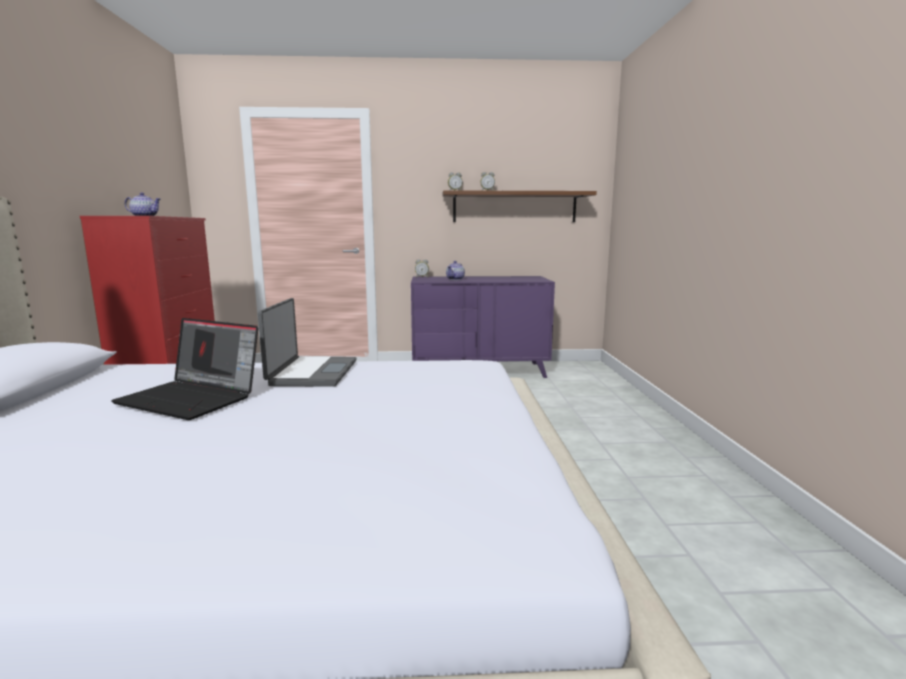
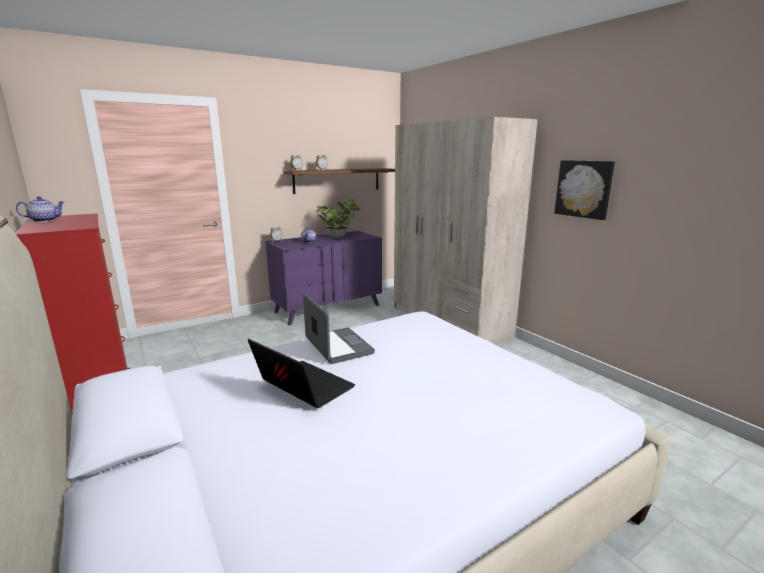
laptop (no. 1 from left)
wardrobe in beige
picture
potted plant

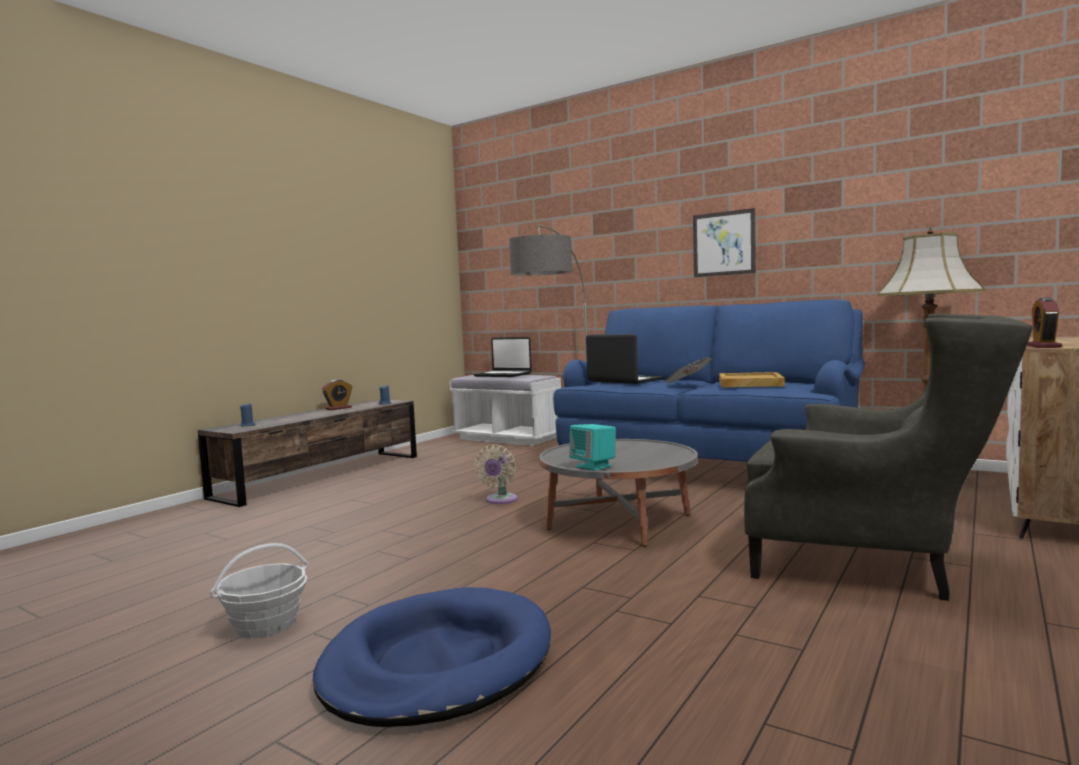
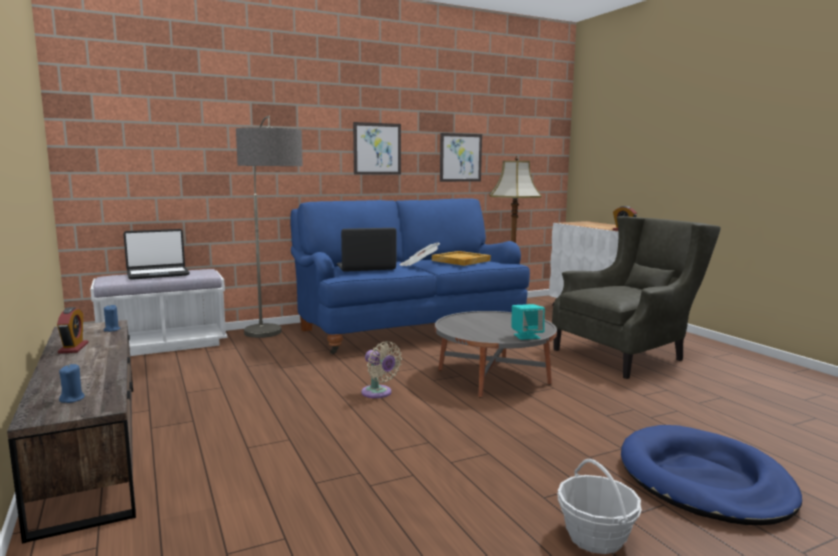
picture (no. 2 from left)

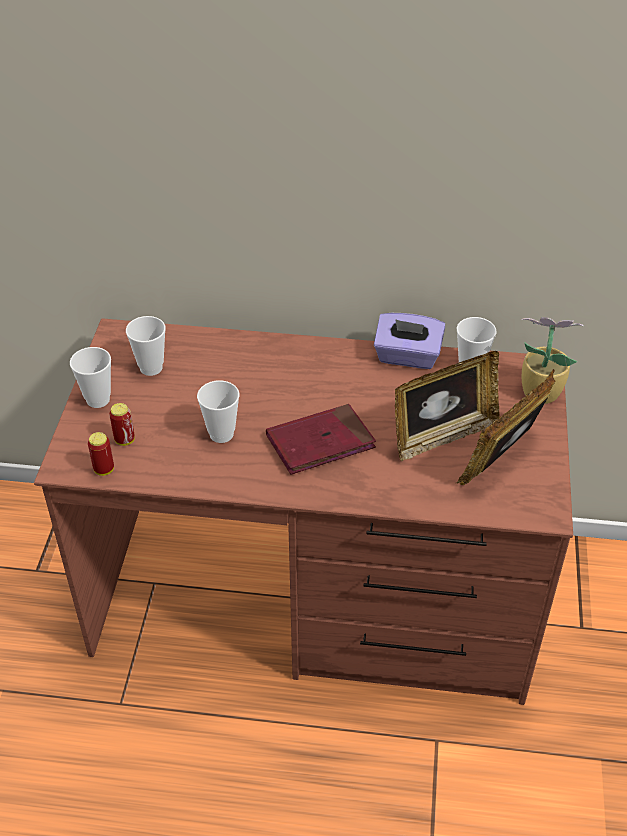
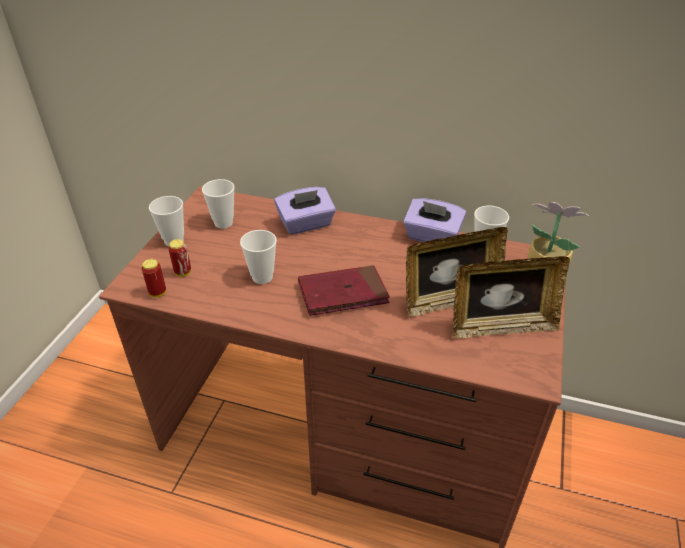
picture frame (no. 2 from left)
tissue box in purple (no. 1 from left)

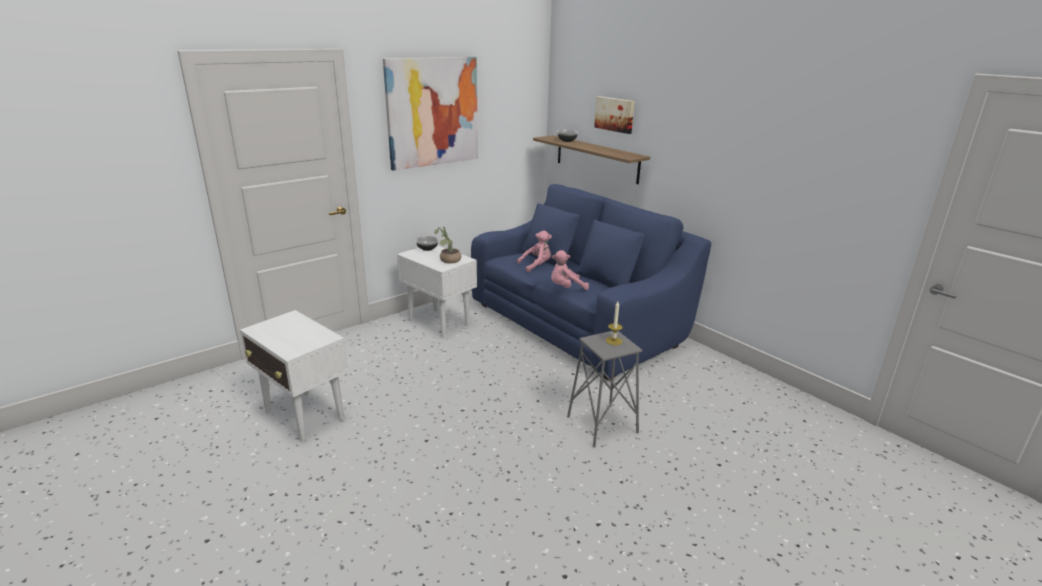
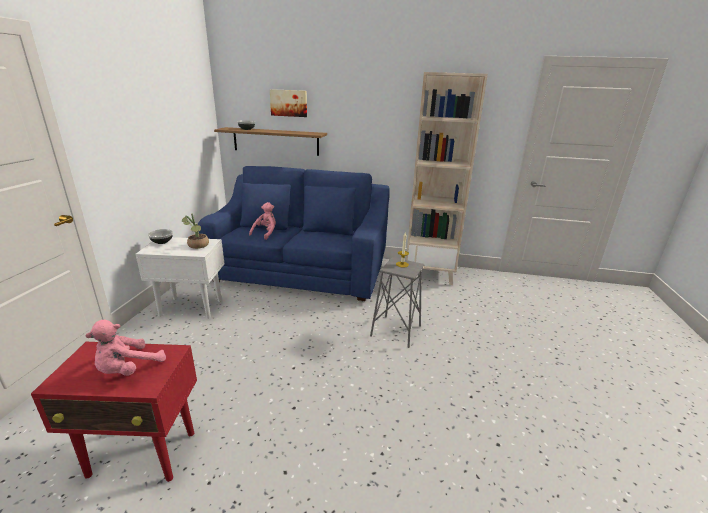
picture (no. 1 from left in the first image)
plush toy in pink (no. 1 from left)
side table in red
bookcase in beige

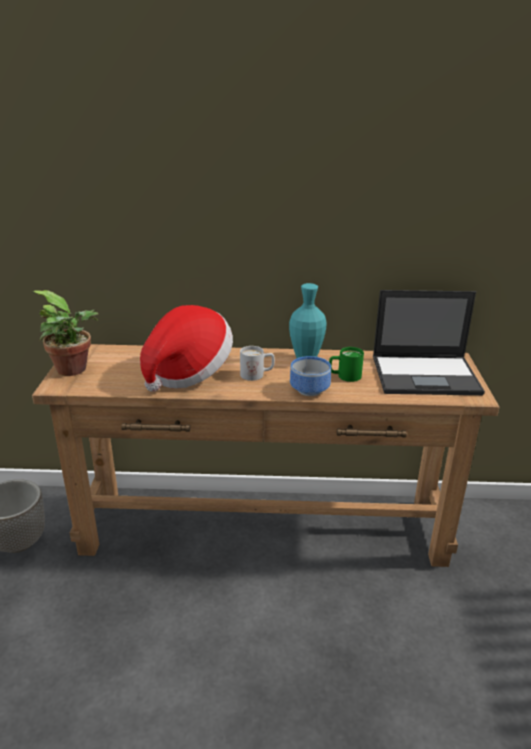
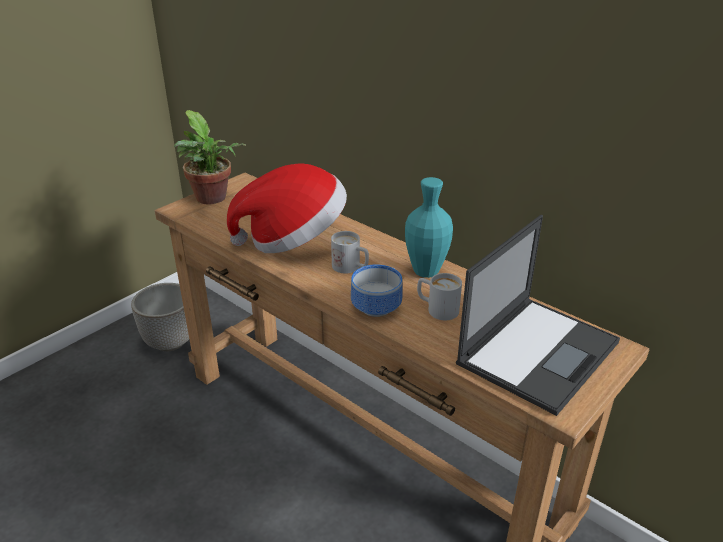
laptop
mug in white (no. 2 from left)

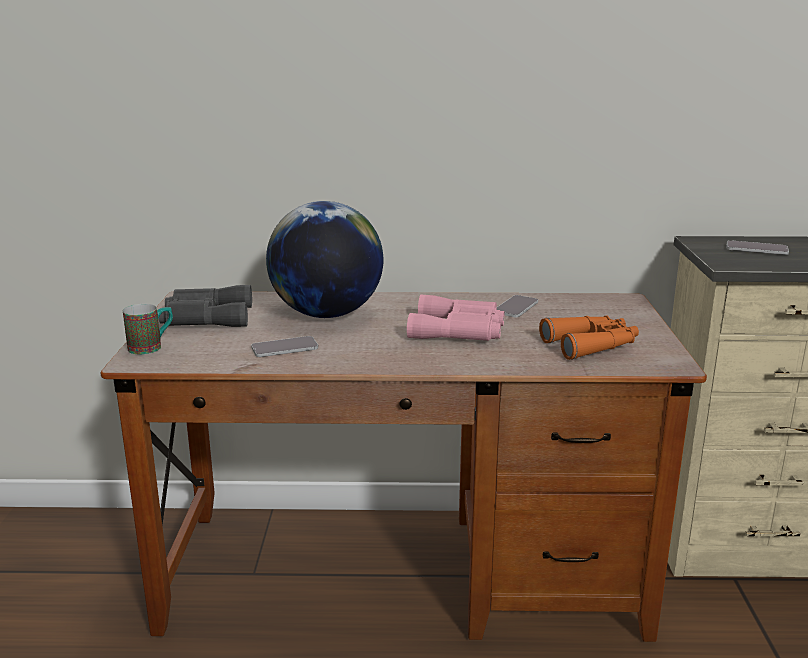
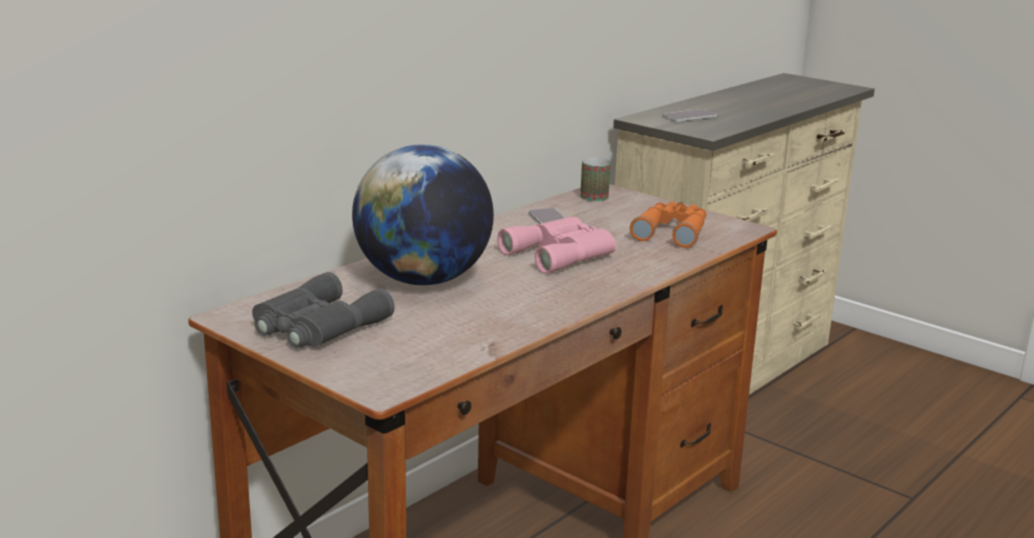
mug
phone (no. 1 from left in the first image)

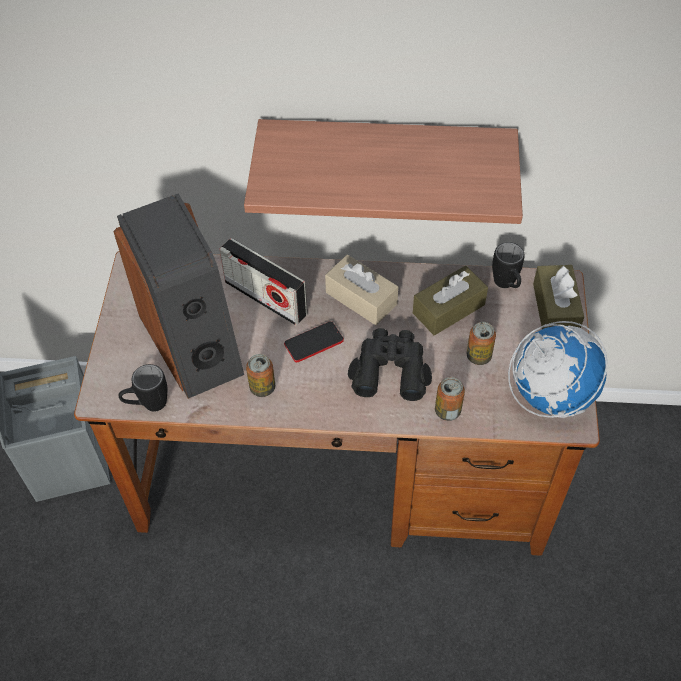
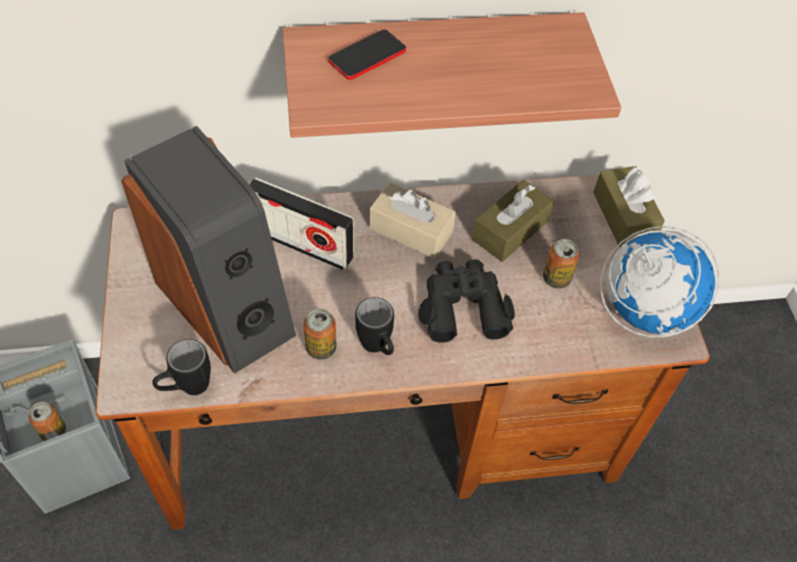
mug in black (no. 2 from left)
phone
can (no. 1 from left)

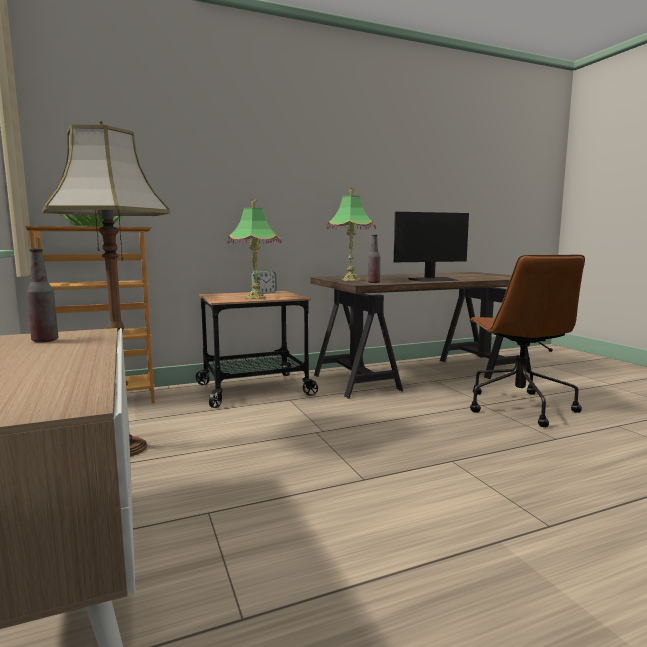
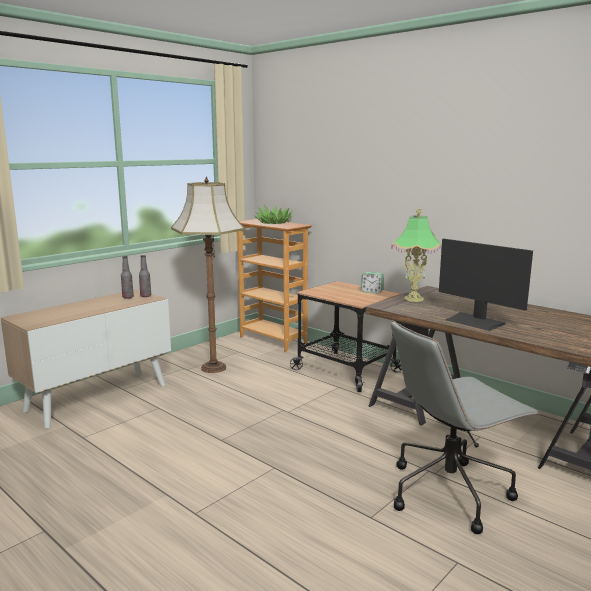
table lamp (no. 1 from left in the first image)
bottle (no. 2 from left)
office chair in grey

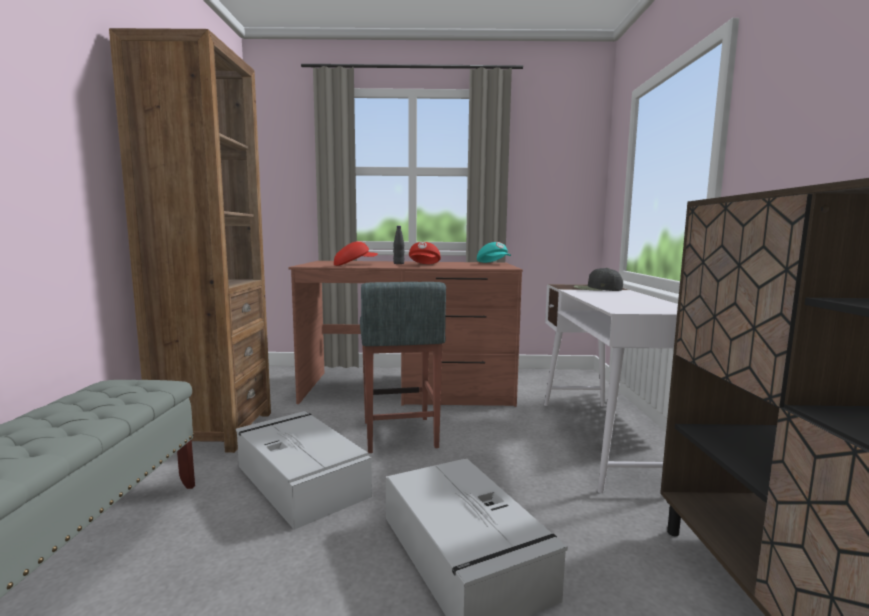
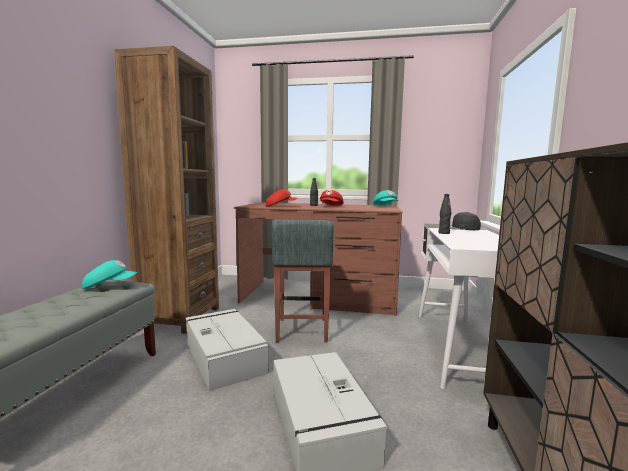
bottle in black (no. 2 from left)
cap in turquoise (no. 1 from left)

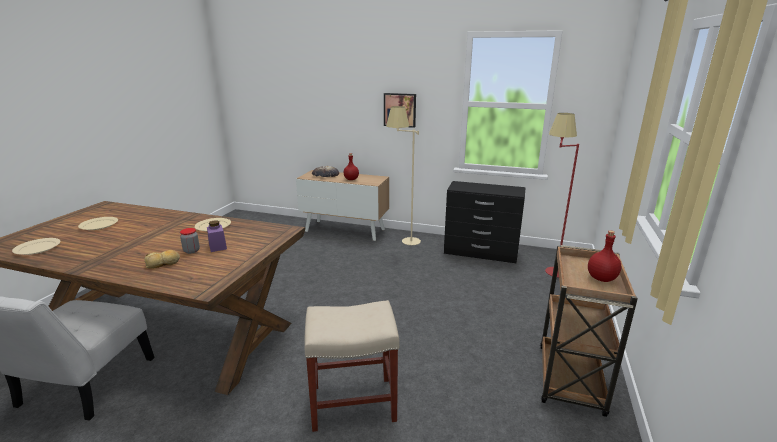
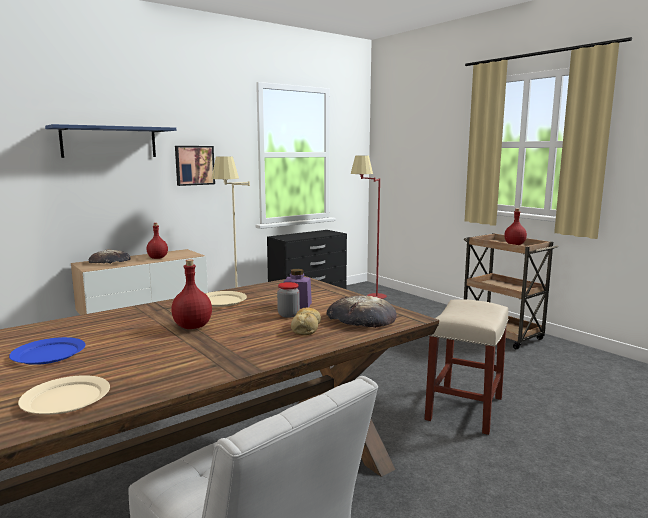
plate in blue
shelf in blue
bottle in red (no. 2 from left)
bread (no. 3 from left)

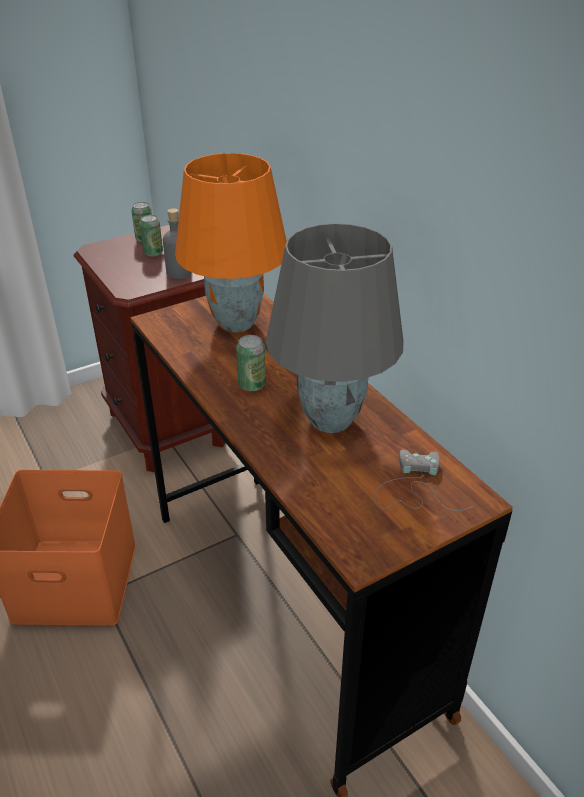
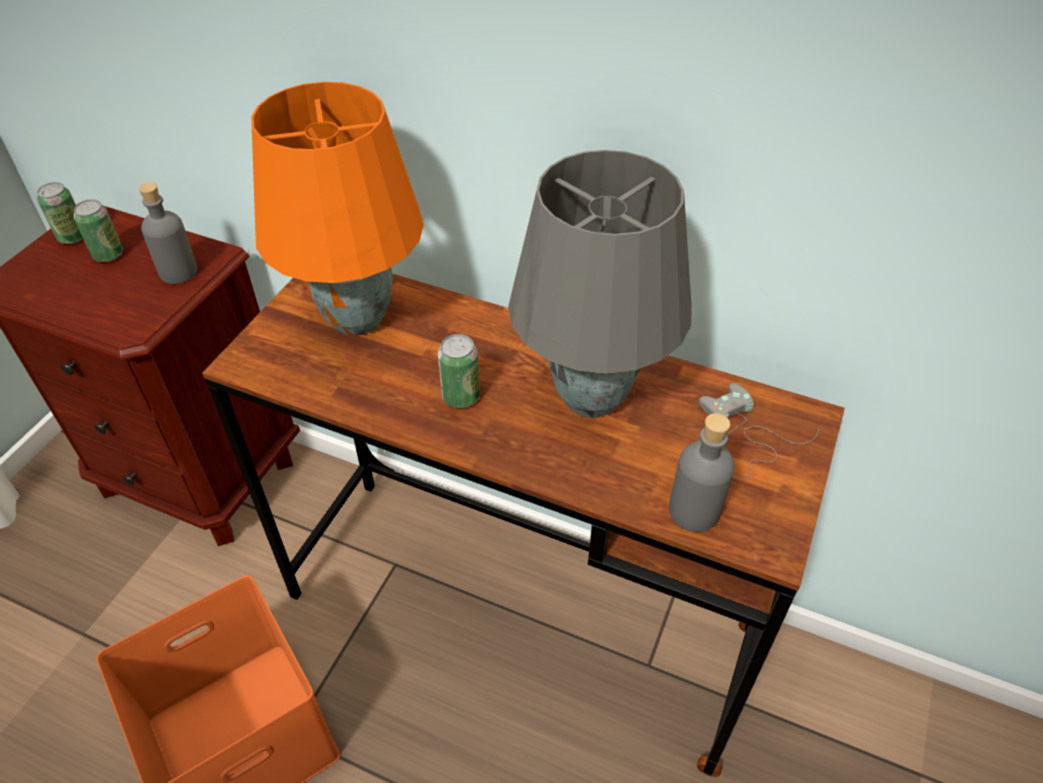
bottle in grey (no. 2 from left)

